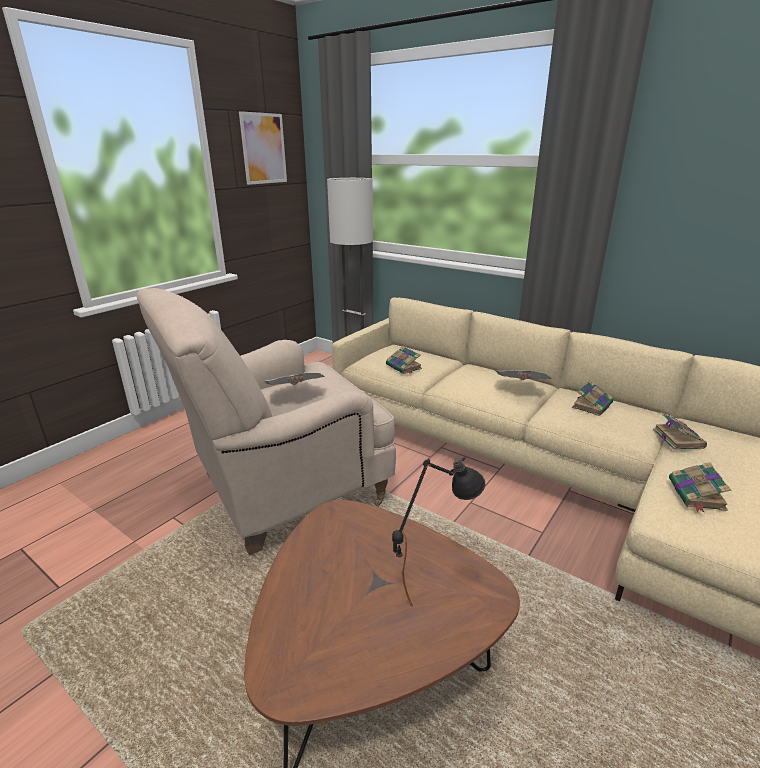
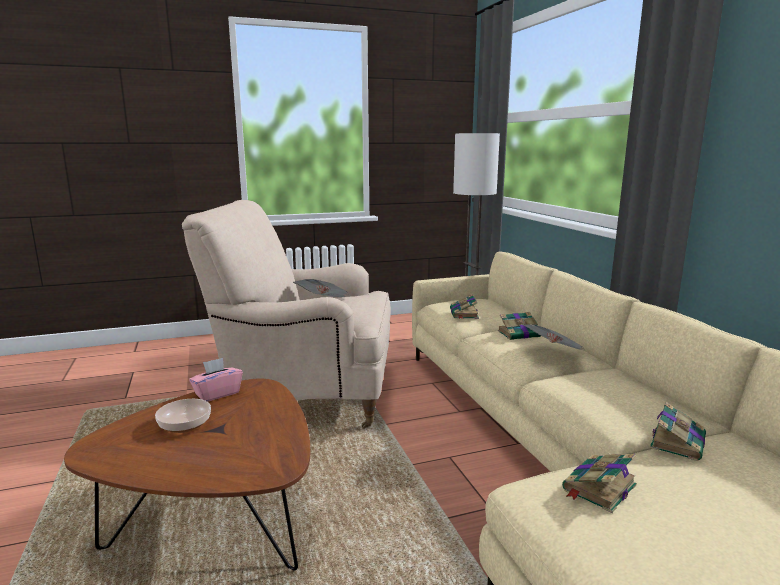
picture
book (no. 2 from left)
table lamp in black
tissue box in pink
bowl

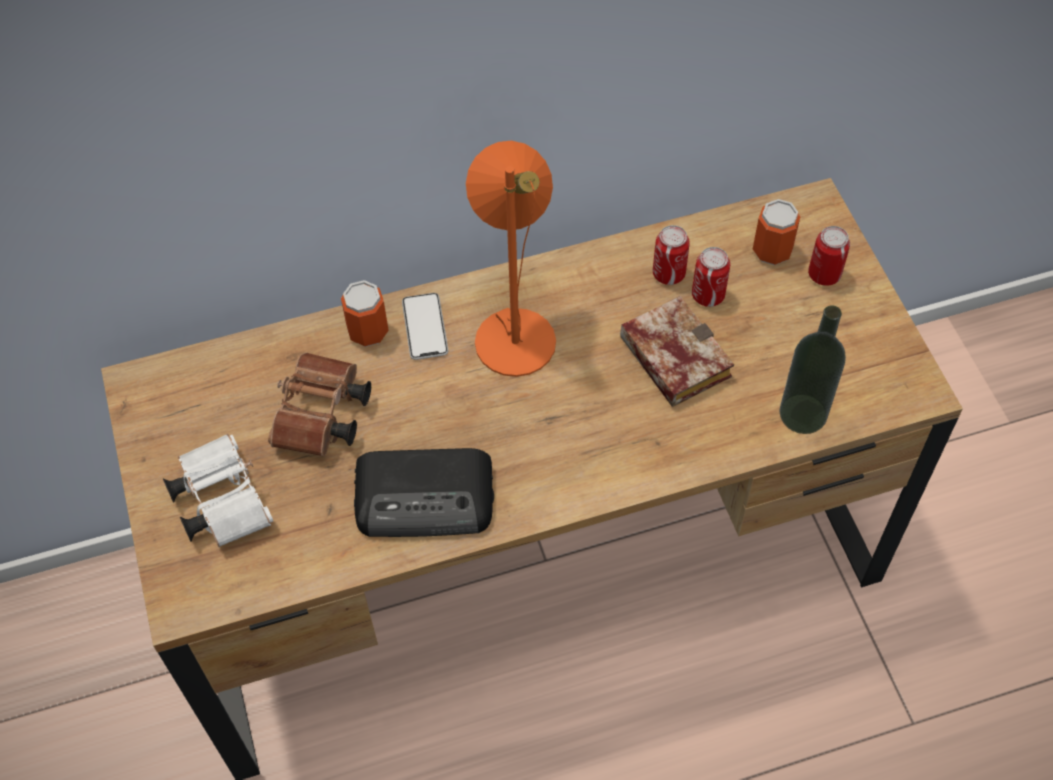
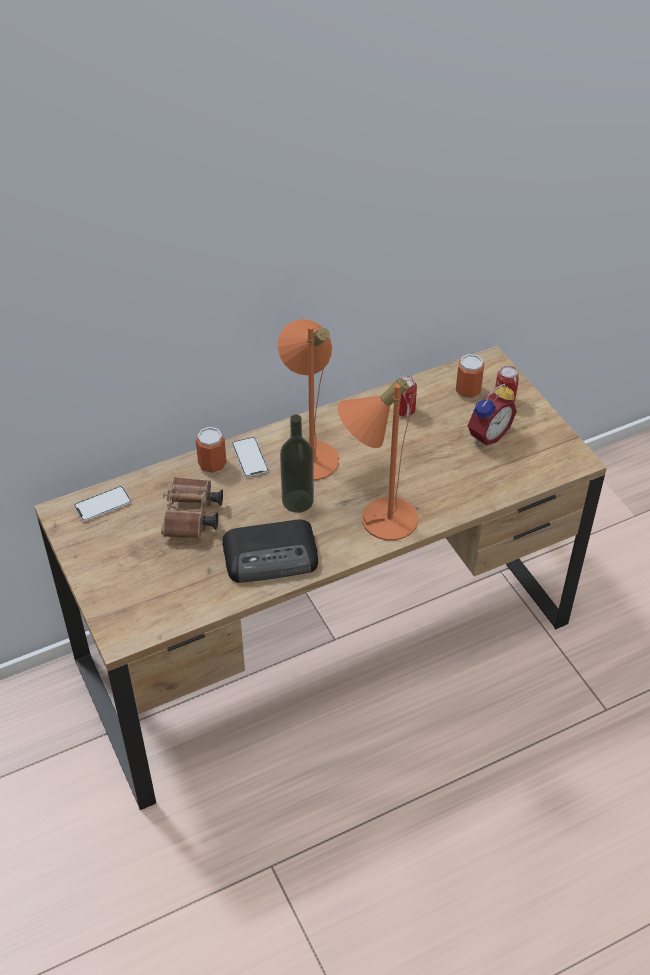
can (no. 3 from left in the first image)
book
bottle
binoculars in white
table lamp in orange (no. 2 from left)
alarm clock
phone (no. 1 from left)

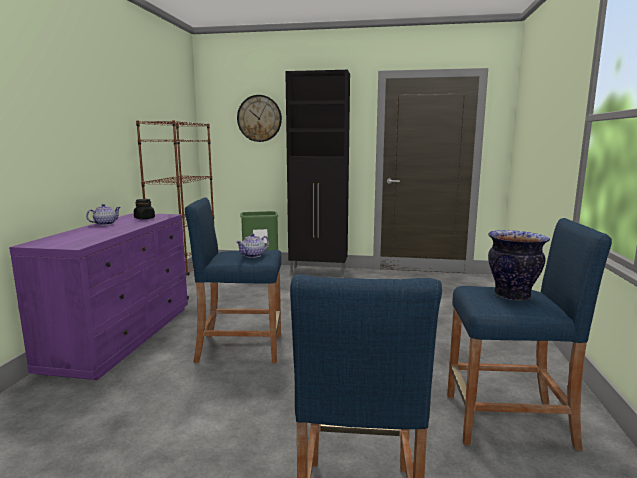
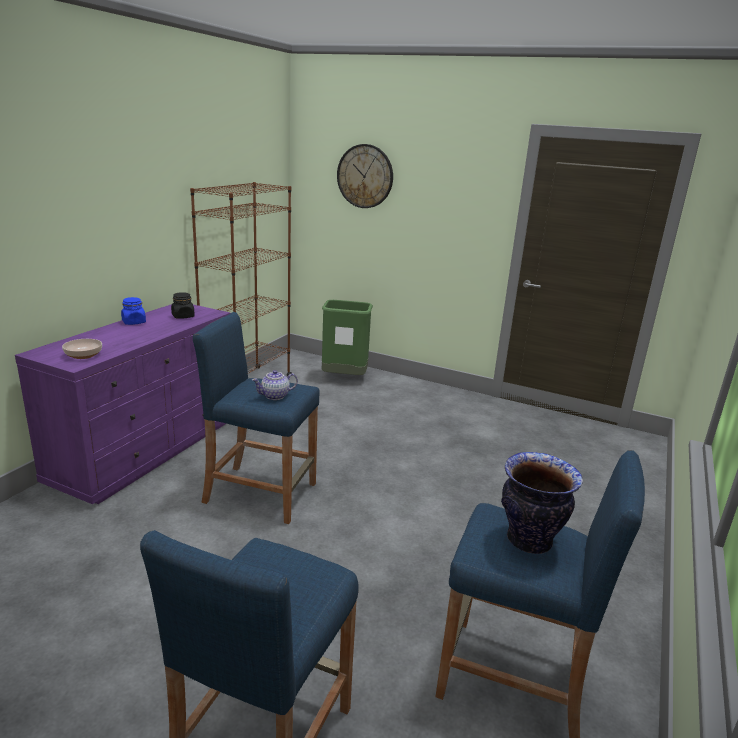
cabinet in black
jar in blue
bowl

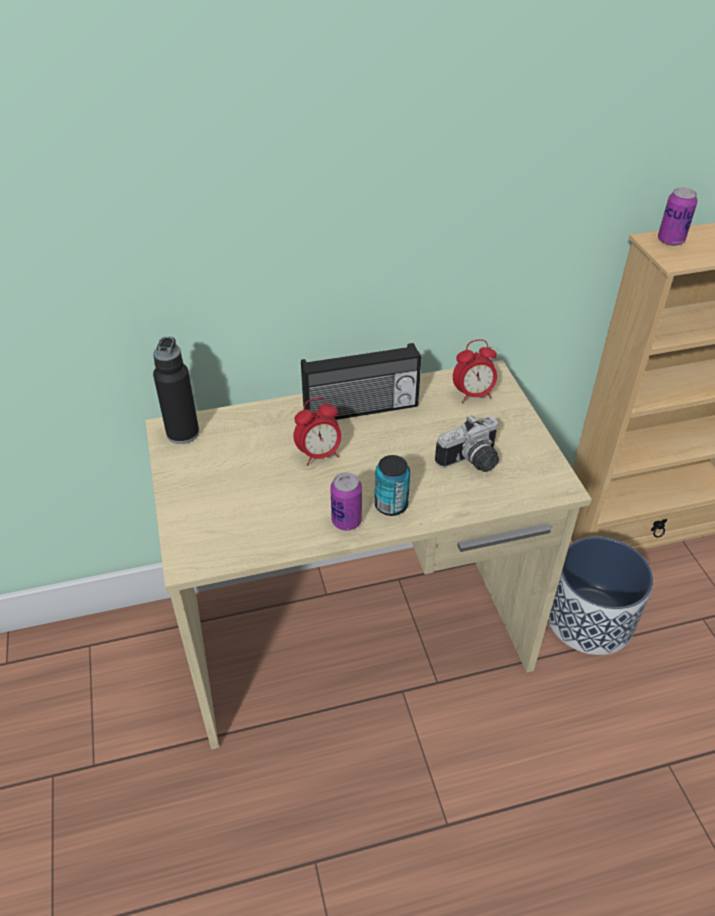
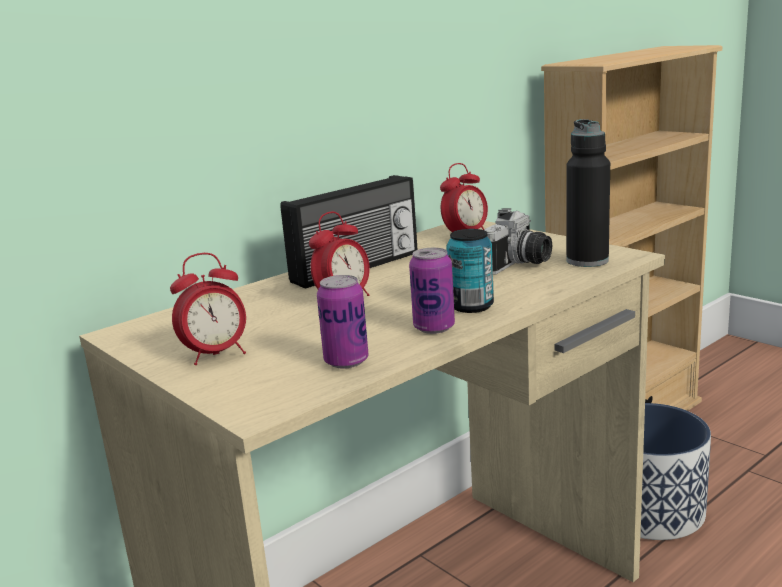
can (no. 1 from left)
bottle in black
alarm clock (no. 1 from left)

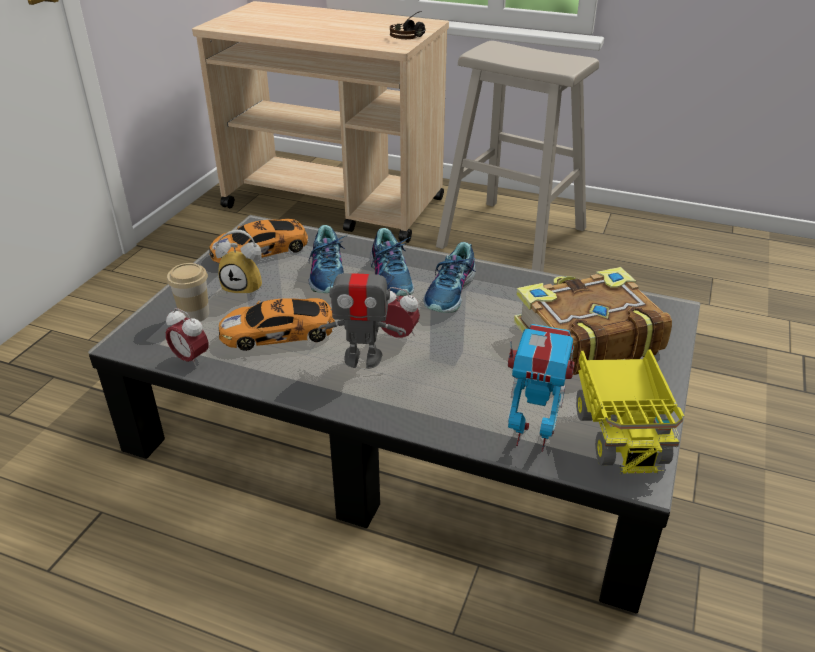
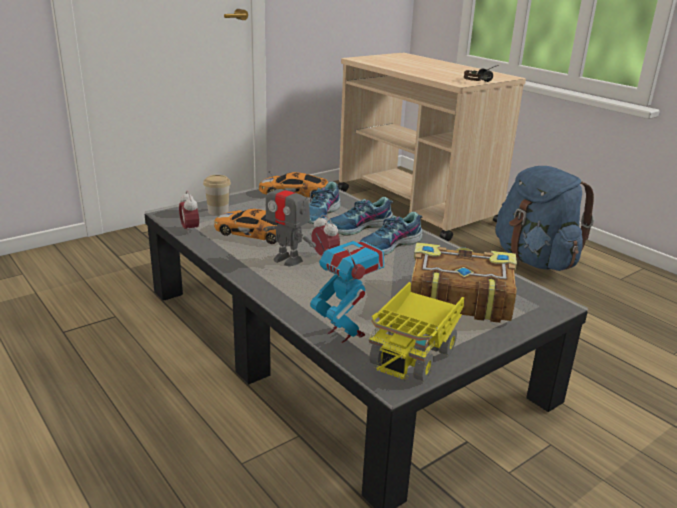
backpack in blue
shoe (no. 2 from left)
alarm clock (no. 2 from left in the first image)

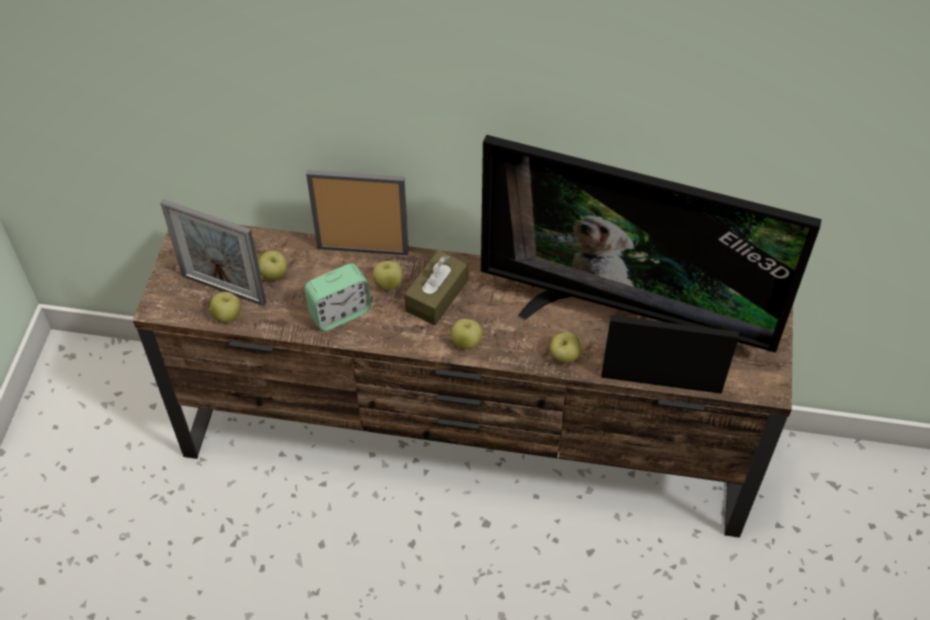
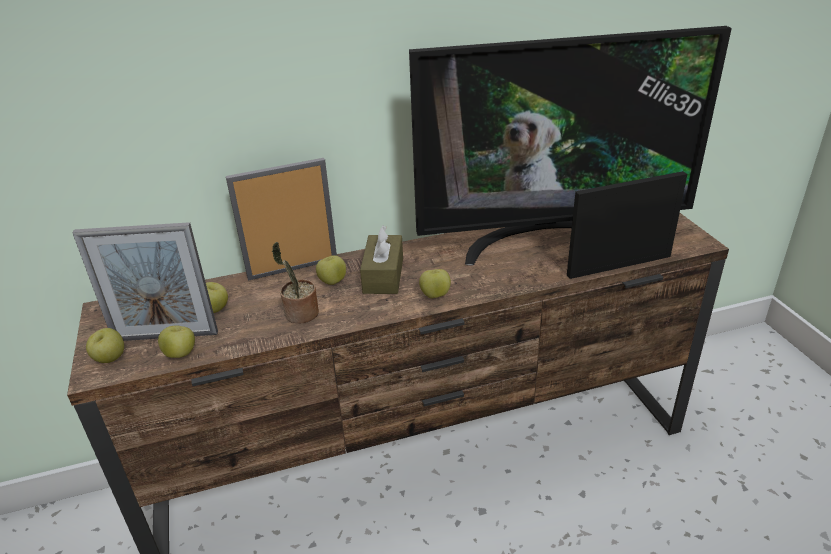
potted plant
apple (no. 1 from left)

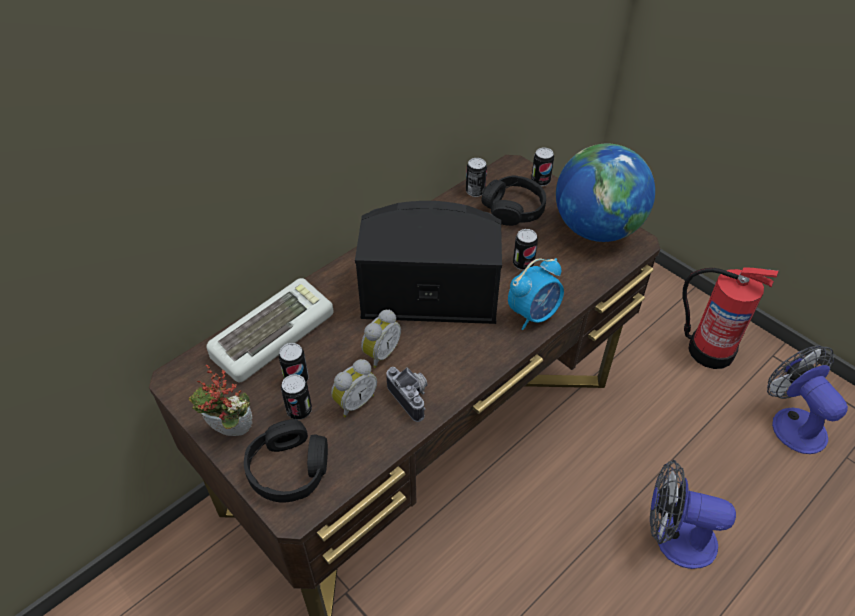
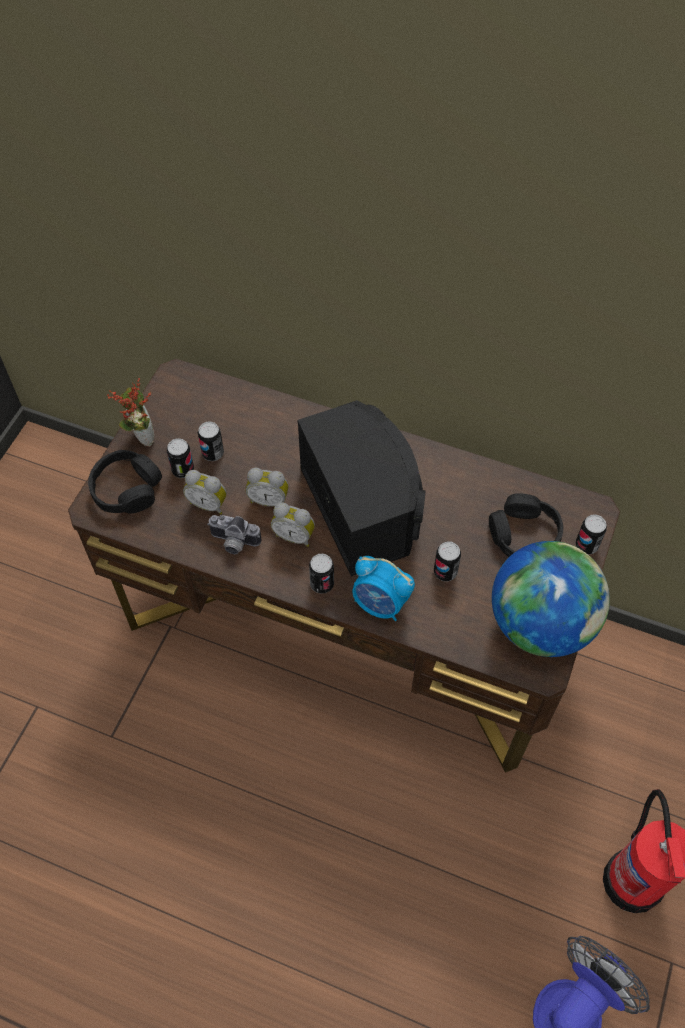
can (no. 3 from left)
keyboard
photo camera
fan (no. 1 from left in the first image)
alarm clock (no. 3 from left)

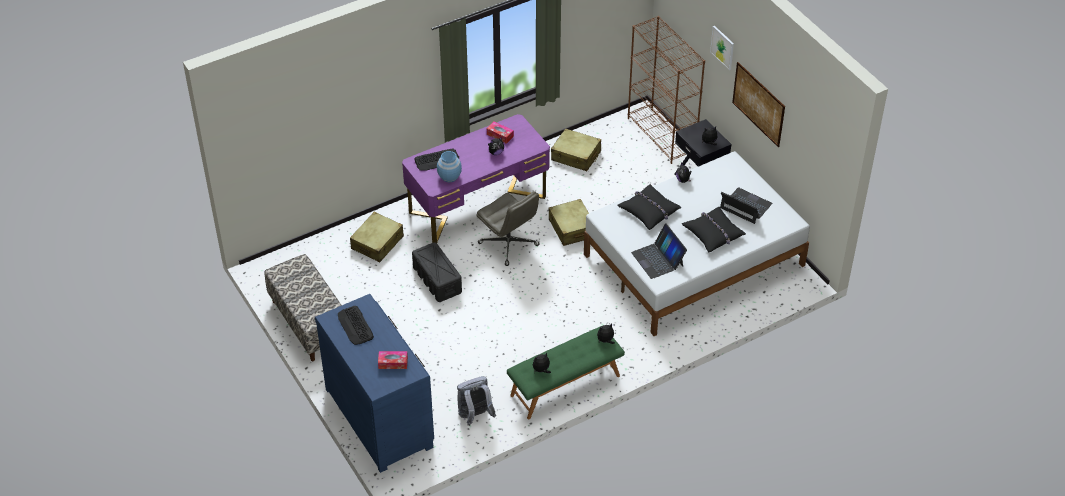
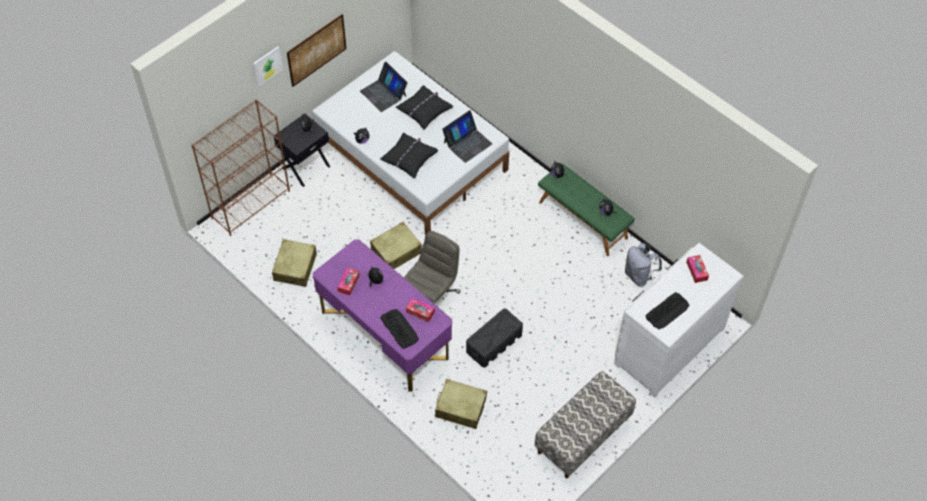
tissue box (no. 2 from left)
laptop (no. 1 from left)
dresser in white

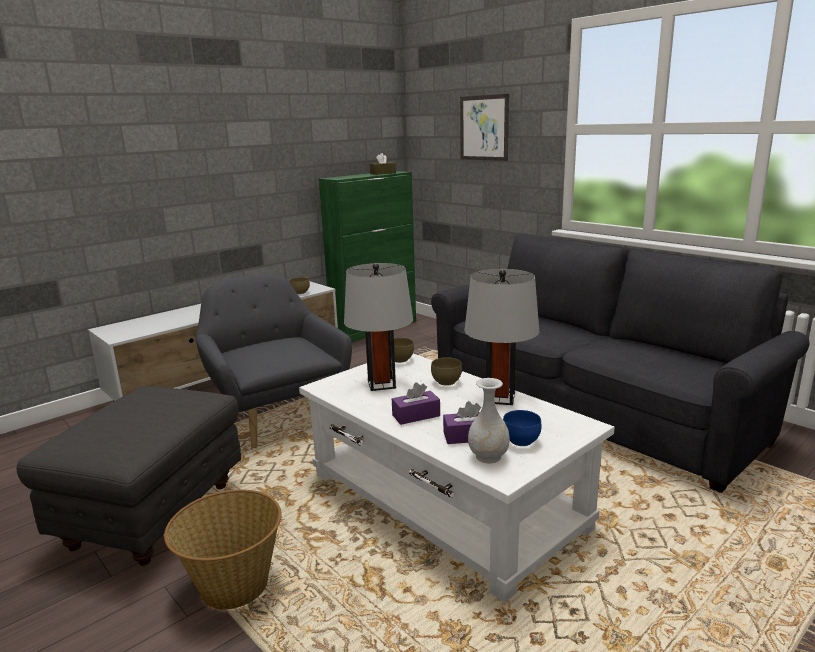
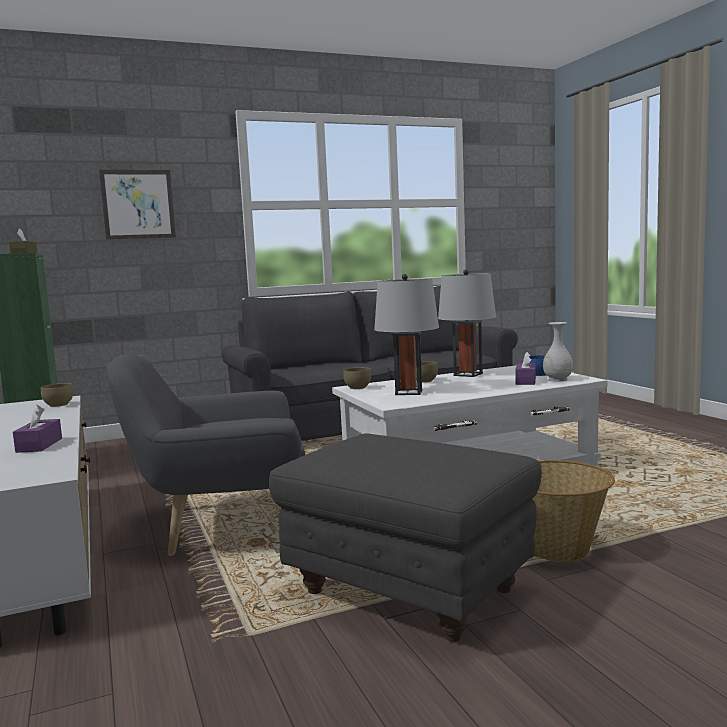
tissue box in purple (no. 1 from left)

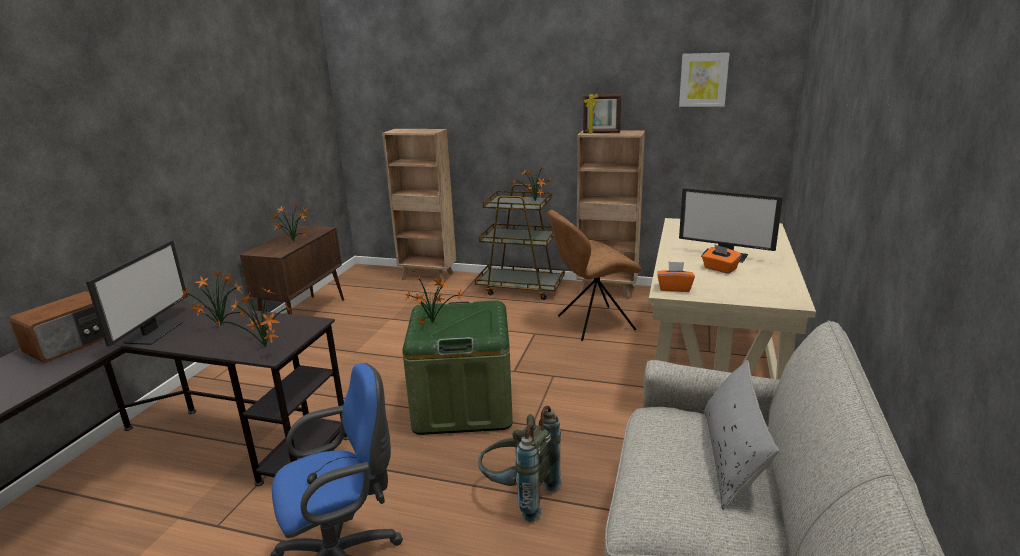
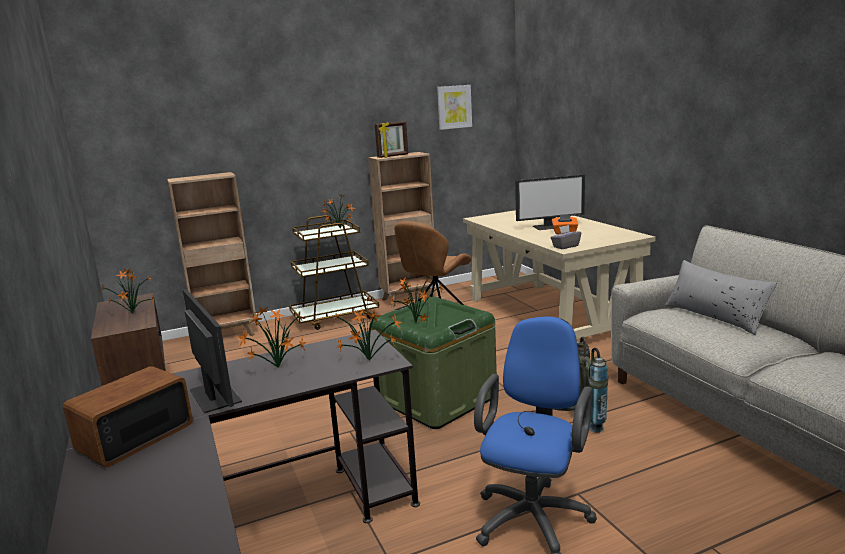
tissue box in grey
radio

